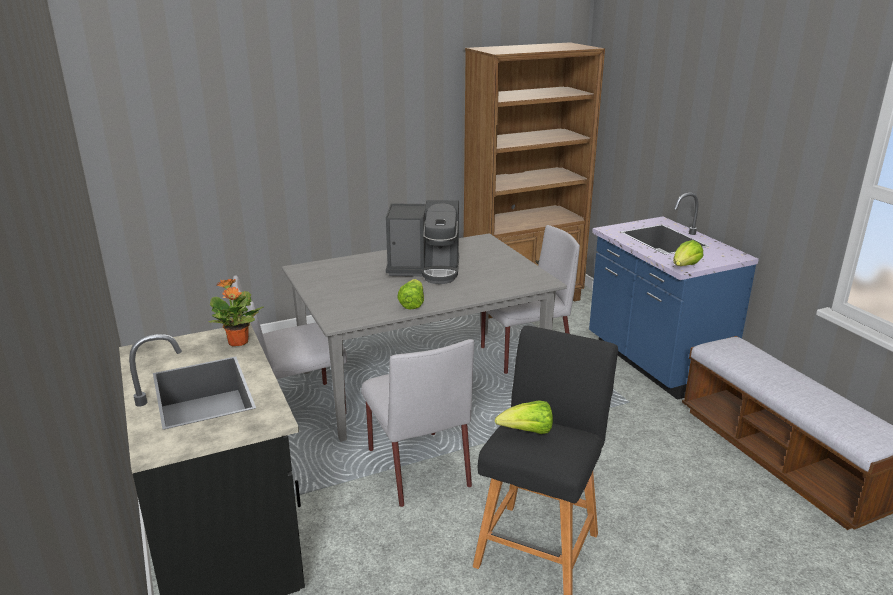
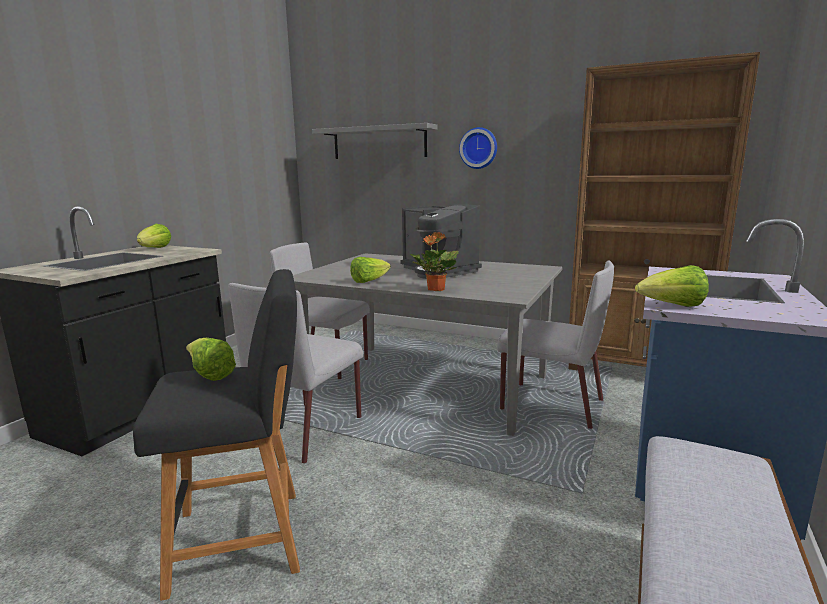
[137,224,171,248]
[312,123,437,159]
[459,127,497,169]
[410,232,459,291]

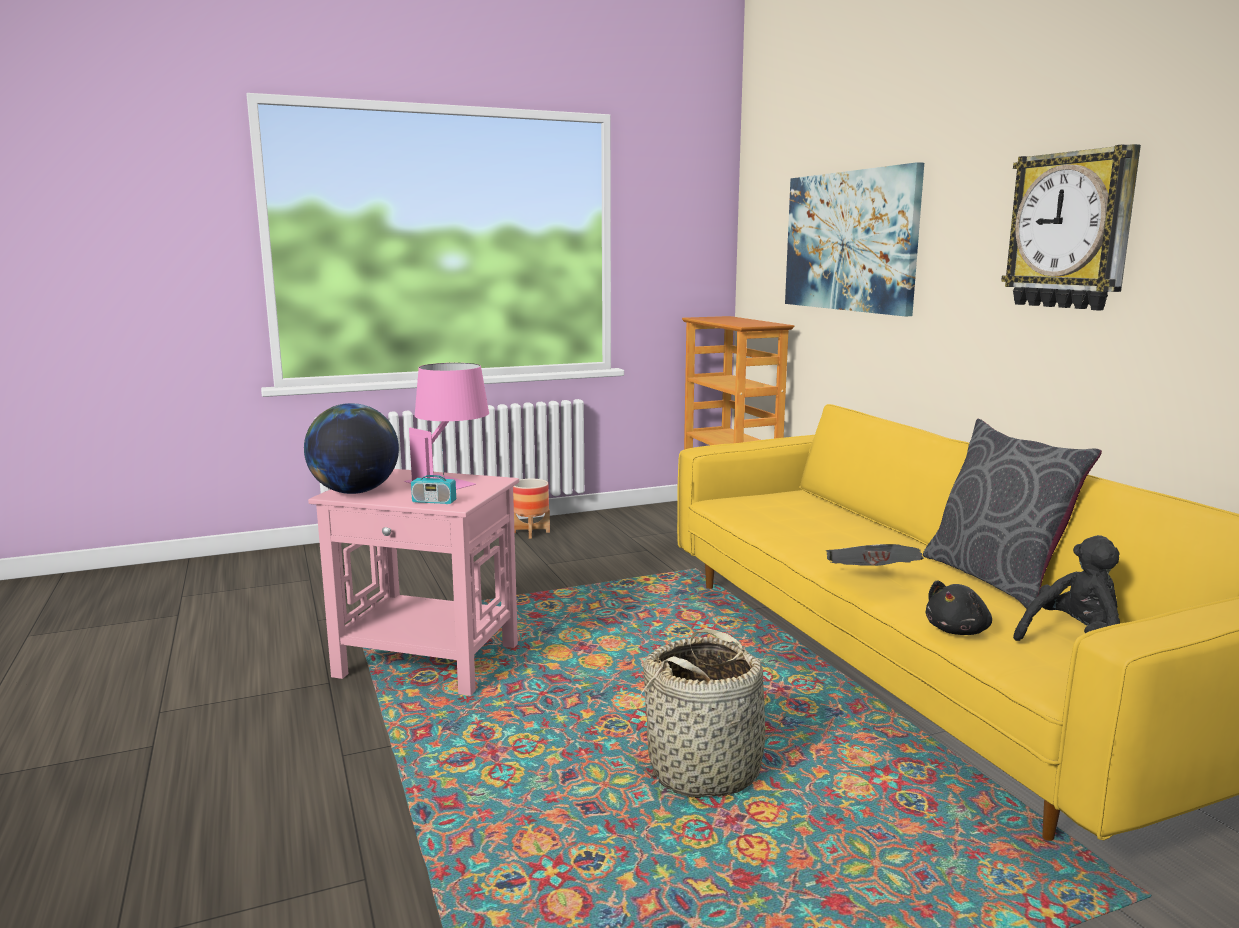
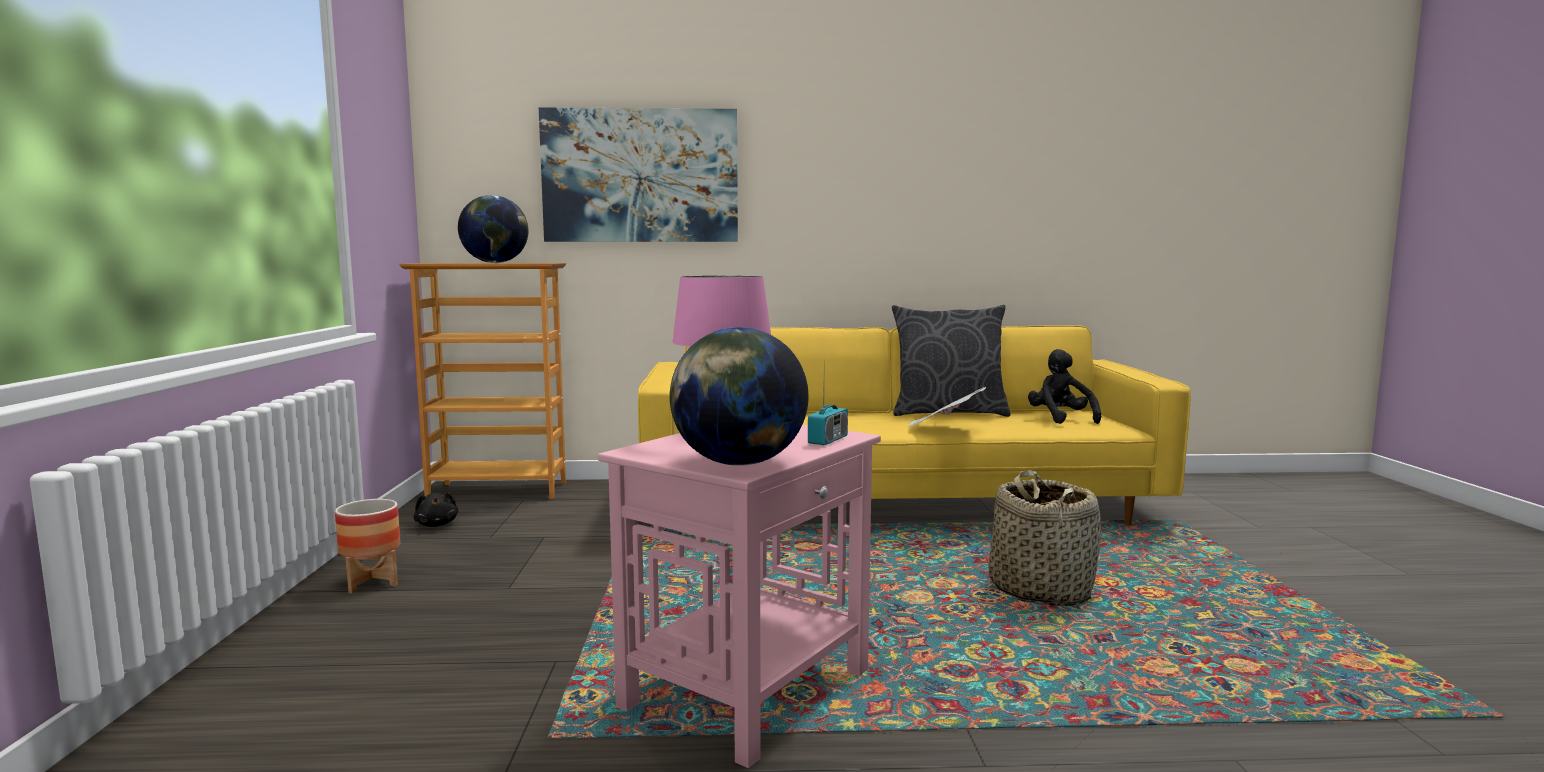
[1001,144,1141,311] (first image)
[458,195,528,263]
[414,492,458,527]

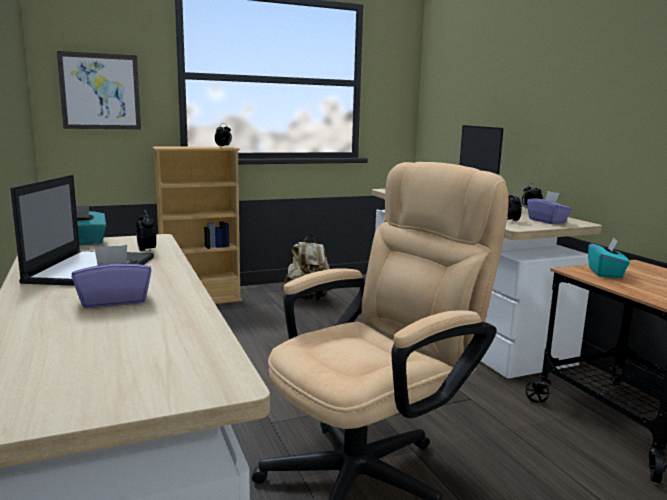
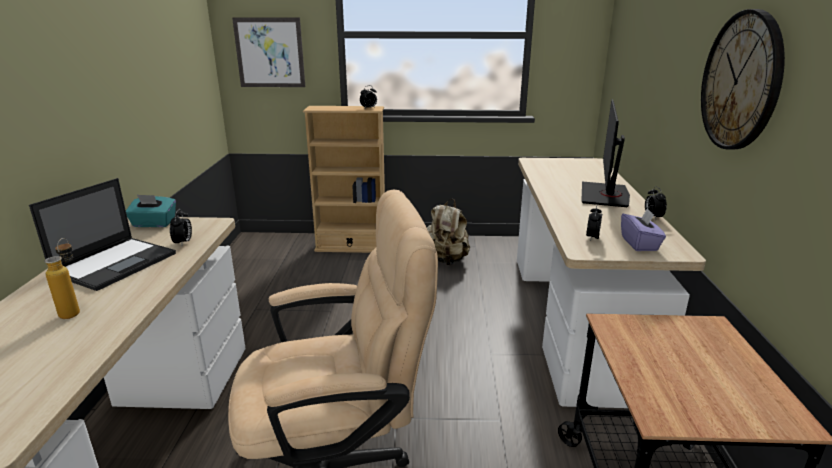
[588,238,630,278] (first image)
[701,9,785,150]
[44,238,80,319]

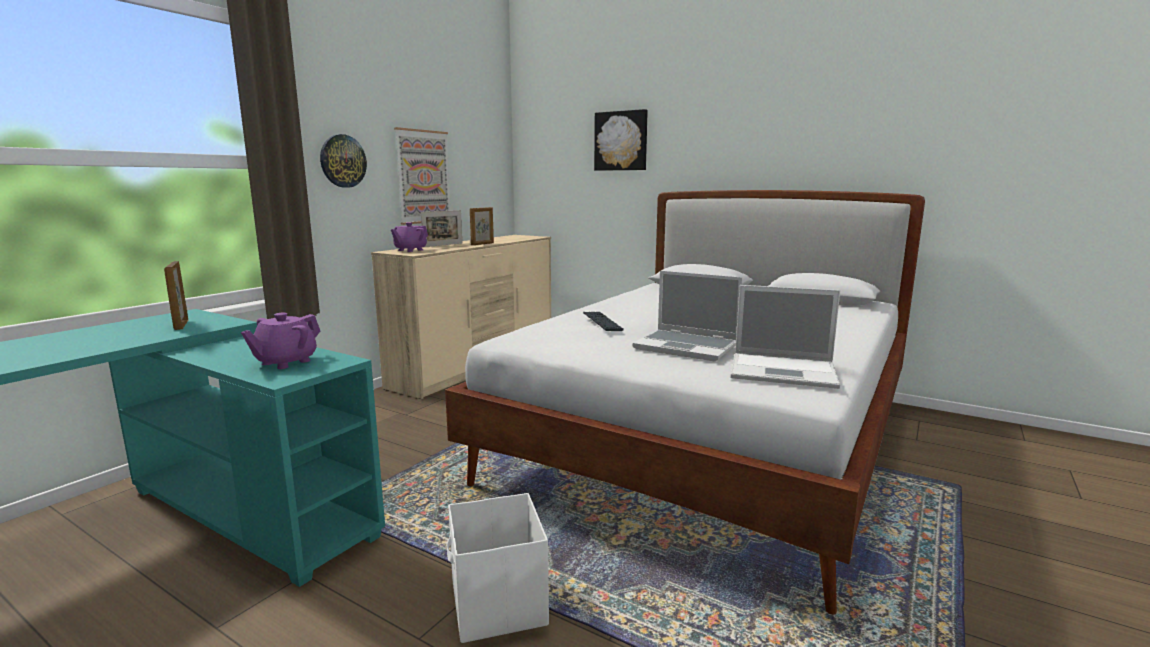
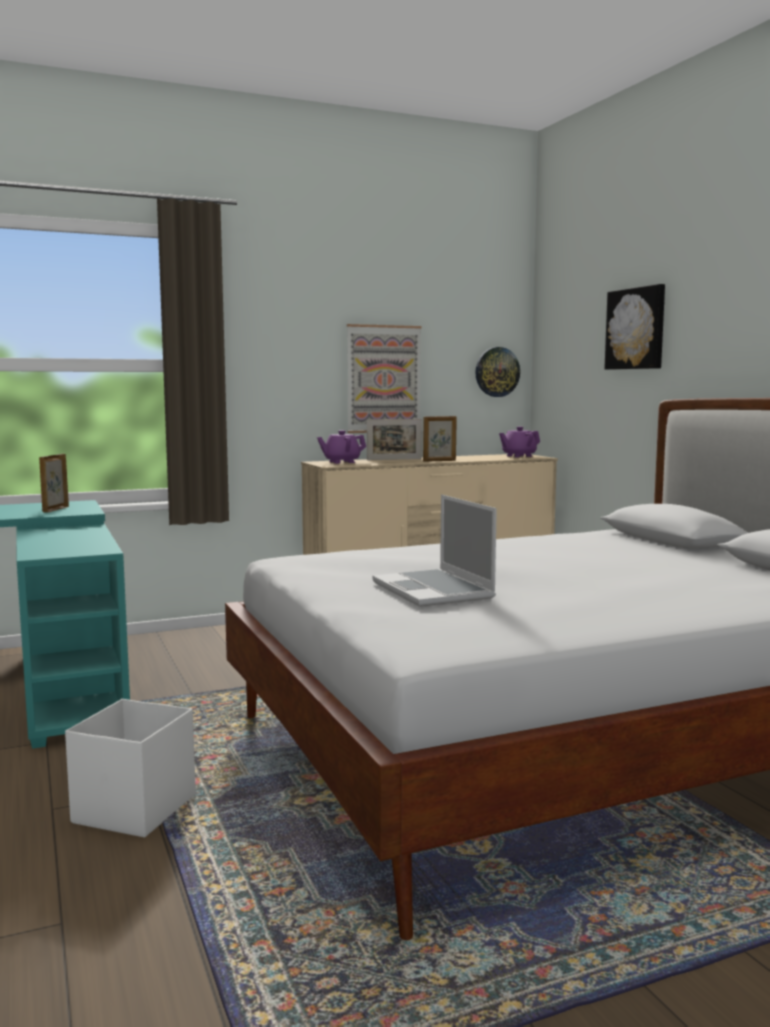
[583,312,624,331] (first image)
[731,285,840,389] (first image)
[499,427,540,457]
[475,347,520,397]

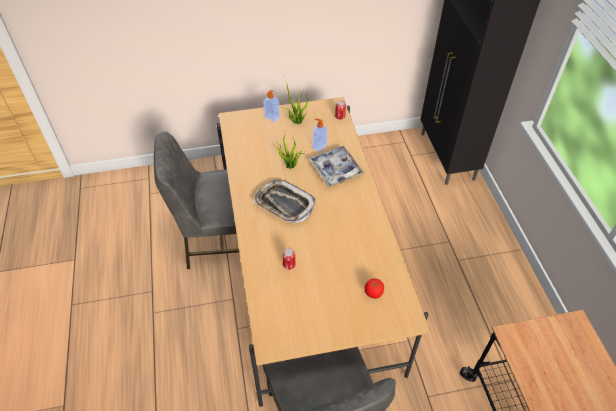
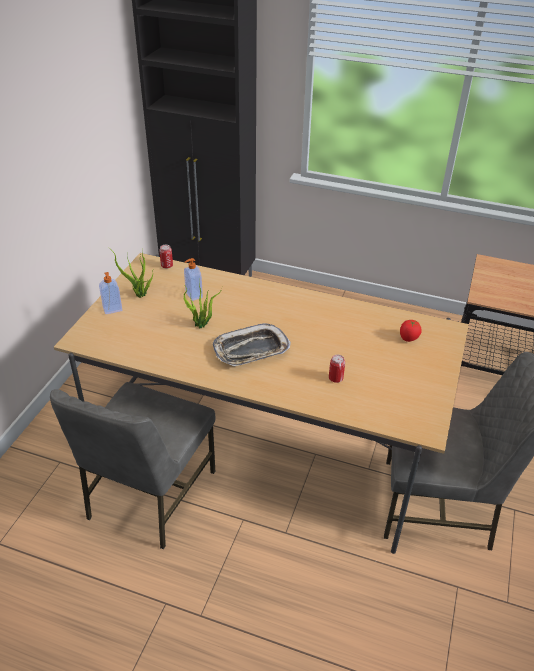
[308,146,364,187] (first image)

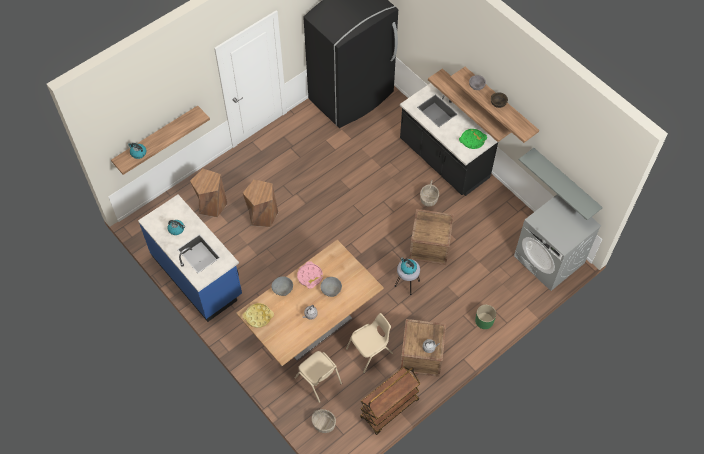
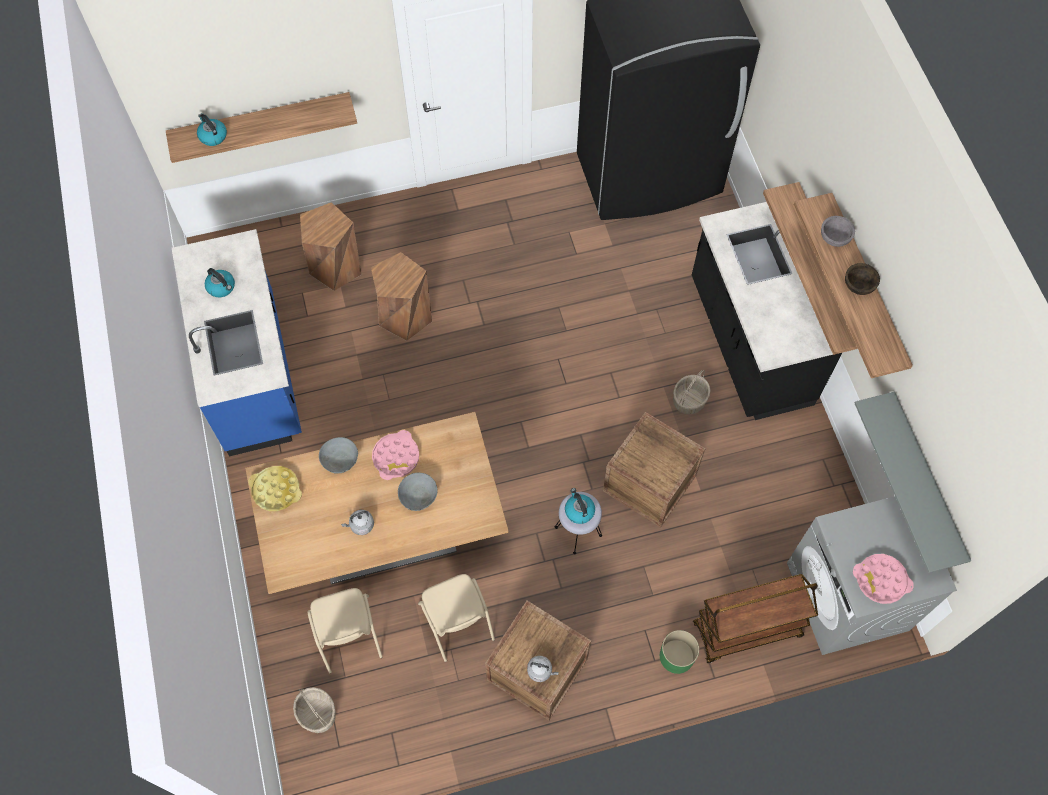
[459,129,487,149] (first image)
[853,554,914,604]
[693,574,818,663]
[418,574,495,662]

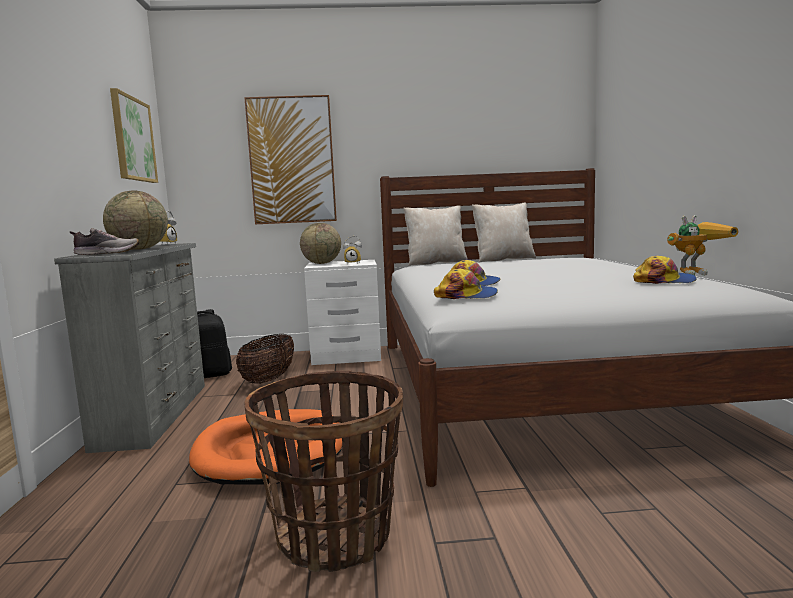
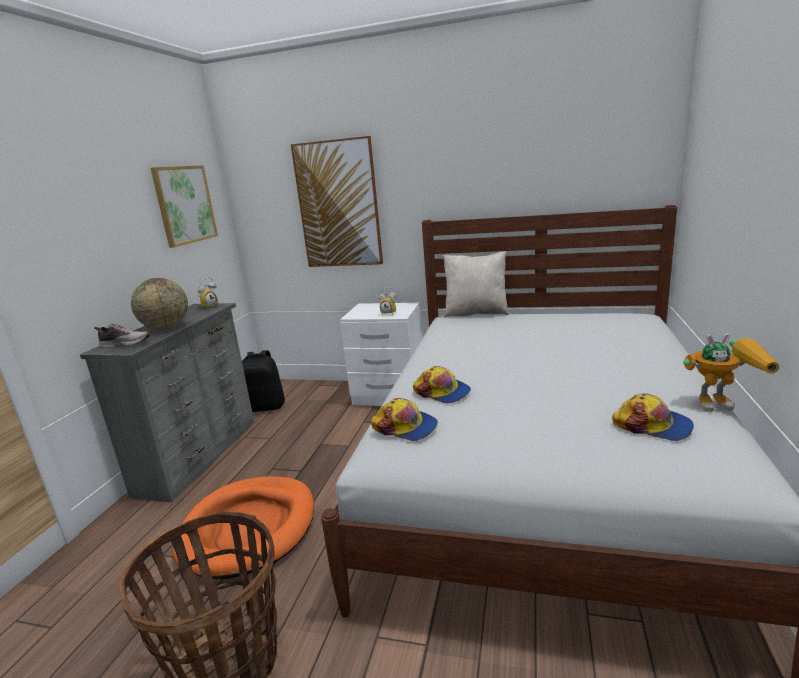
[236,334,294,384] (first image)
[300,223,341,264] (first image)
[472,203,536,262] (first image)

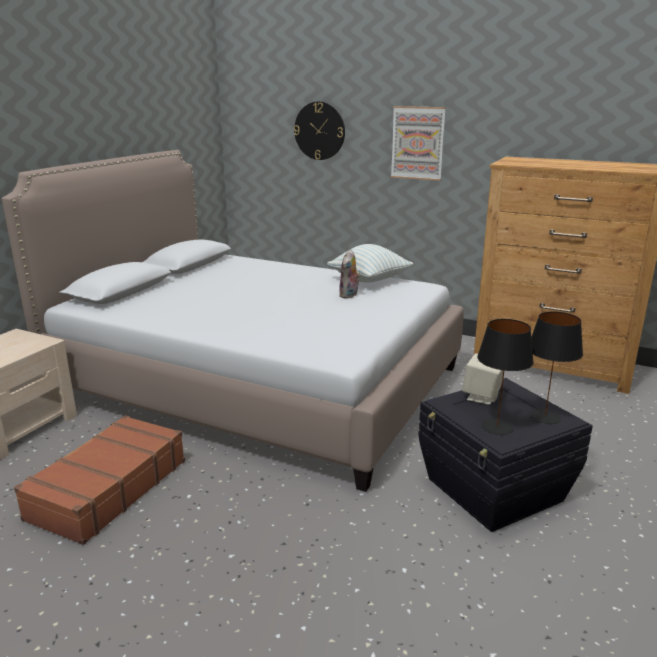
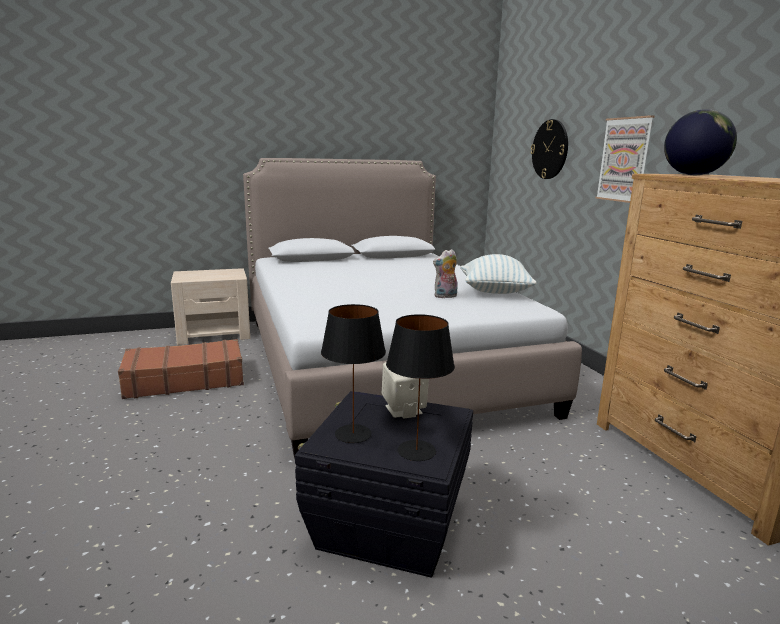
[664,109,737,175]

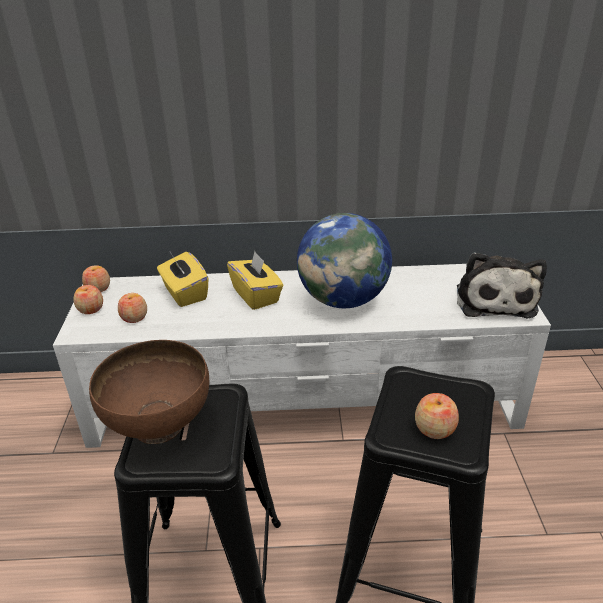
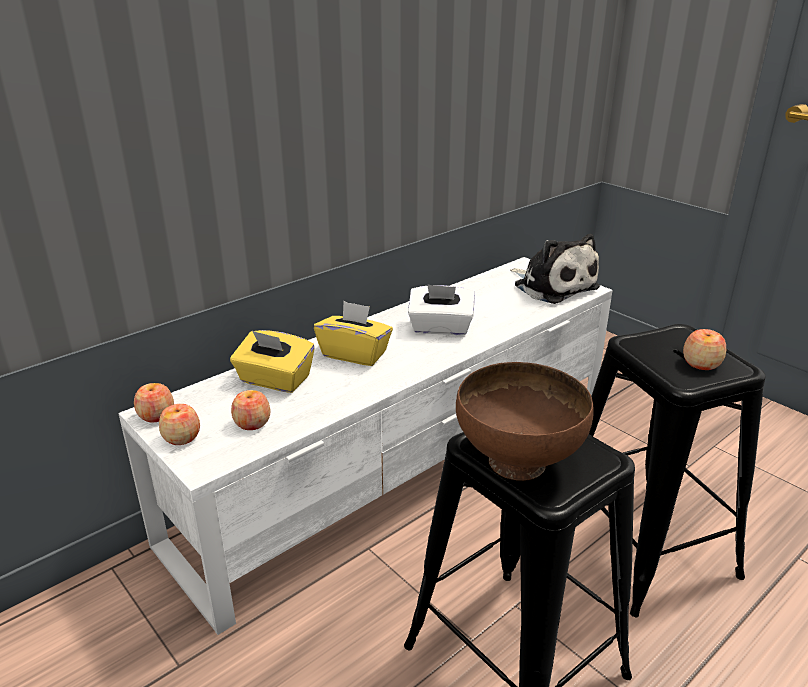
[408,284,475,335]

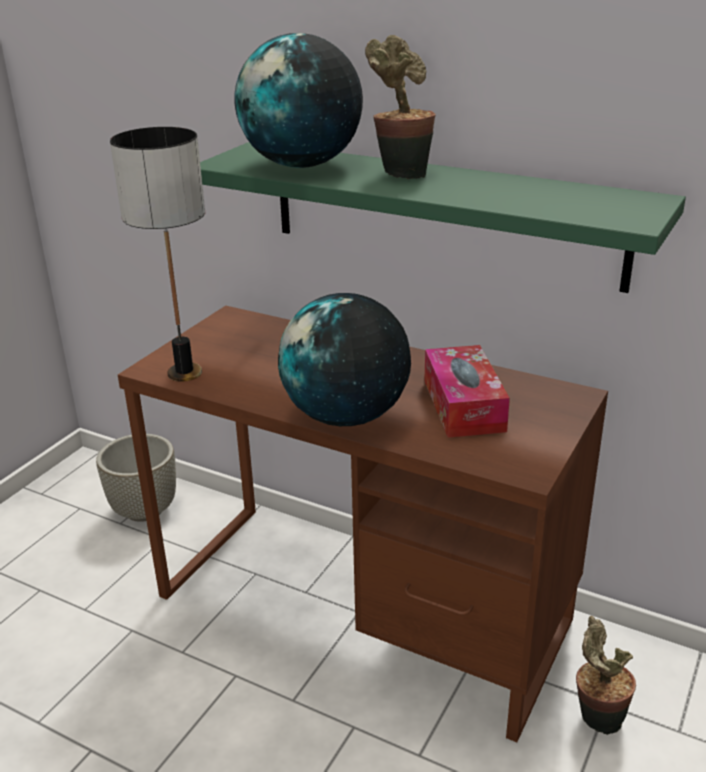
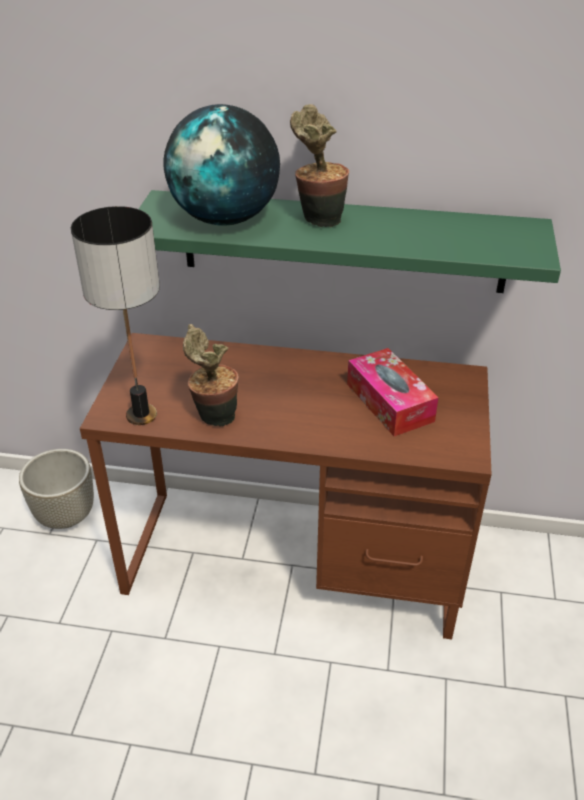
[278,293,411,426] (first image)
[183,324,239,427]

